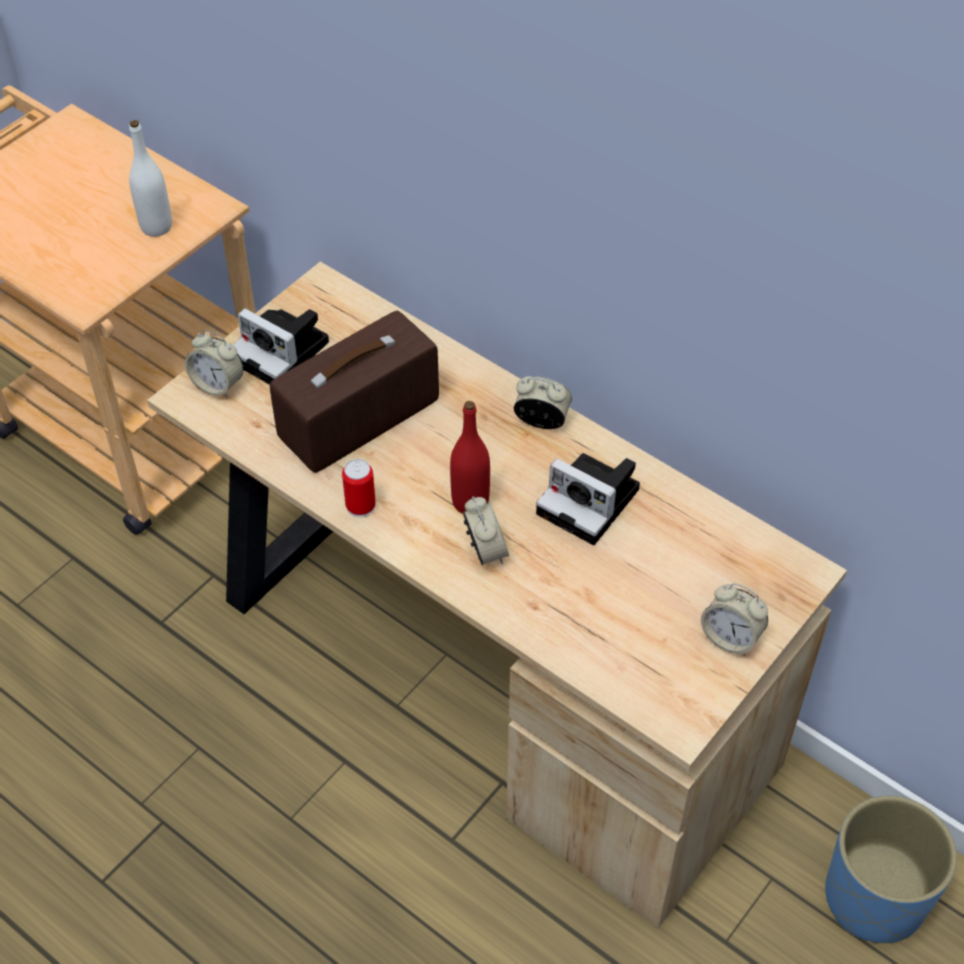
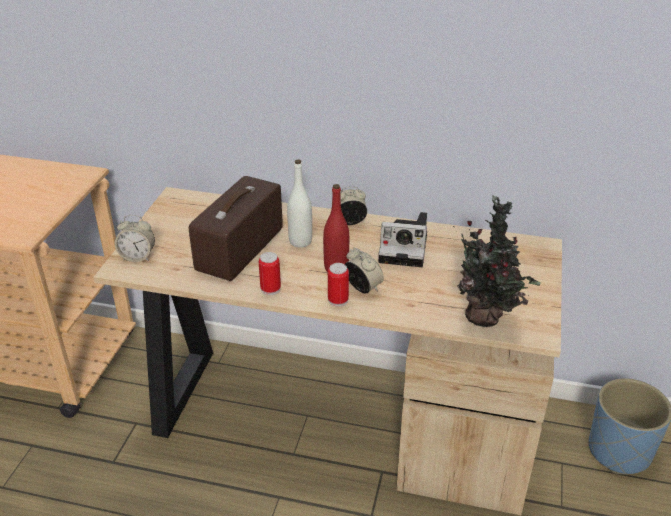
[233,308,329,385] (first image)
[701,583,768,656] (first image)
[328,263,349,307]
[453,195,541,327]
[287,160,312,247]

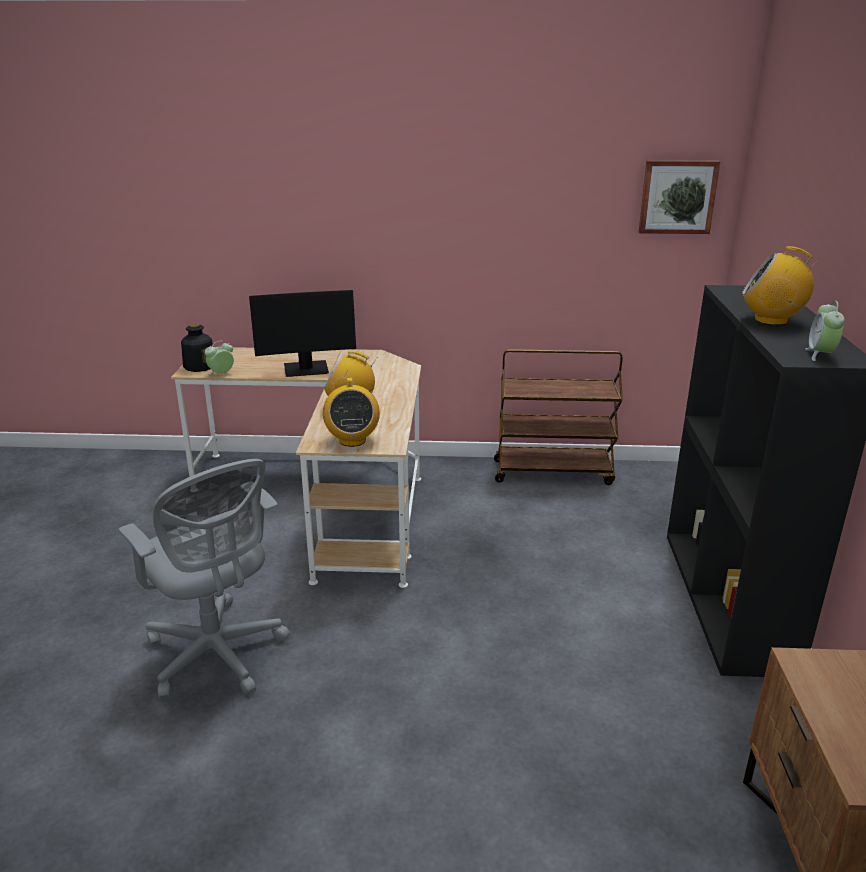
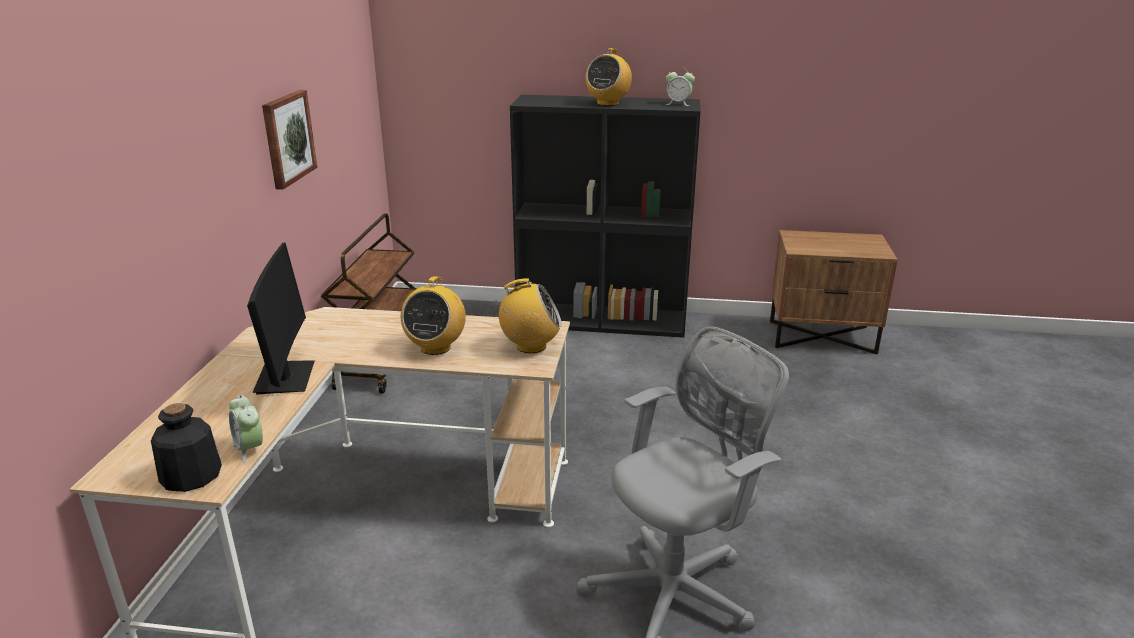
[262,90,317,190]

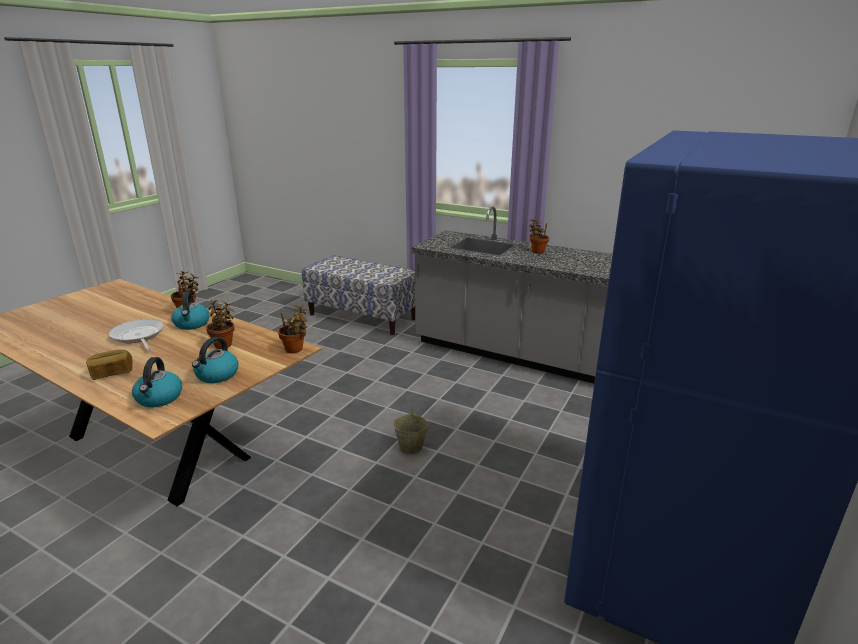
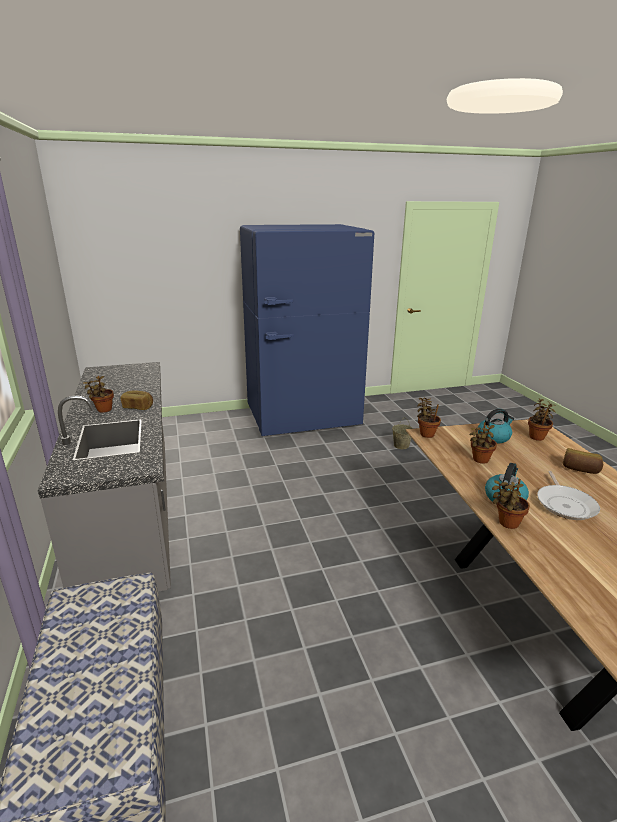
[120,390,153,410]
[392,418,413,449]
[528,399,555,441]

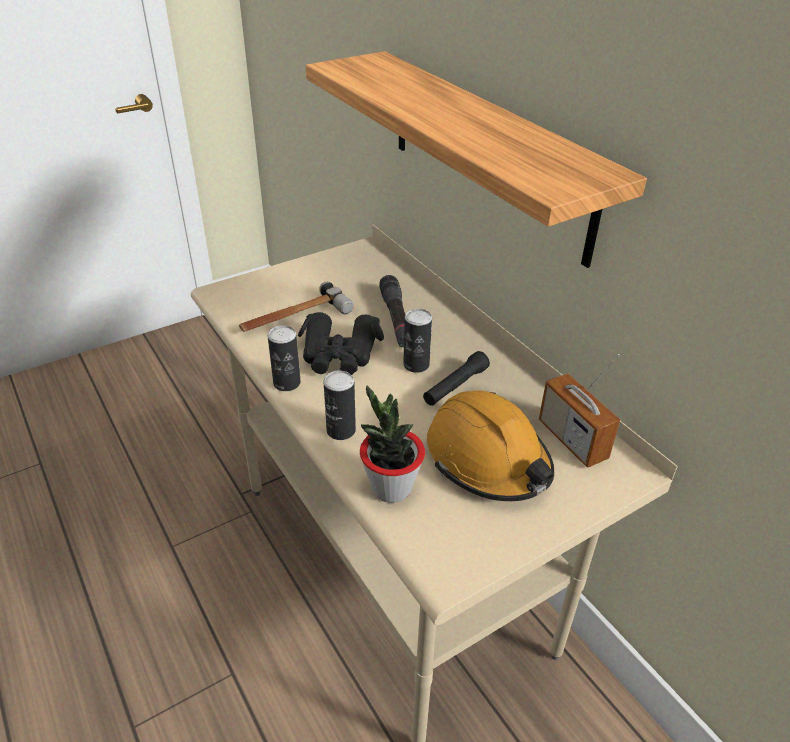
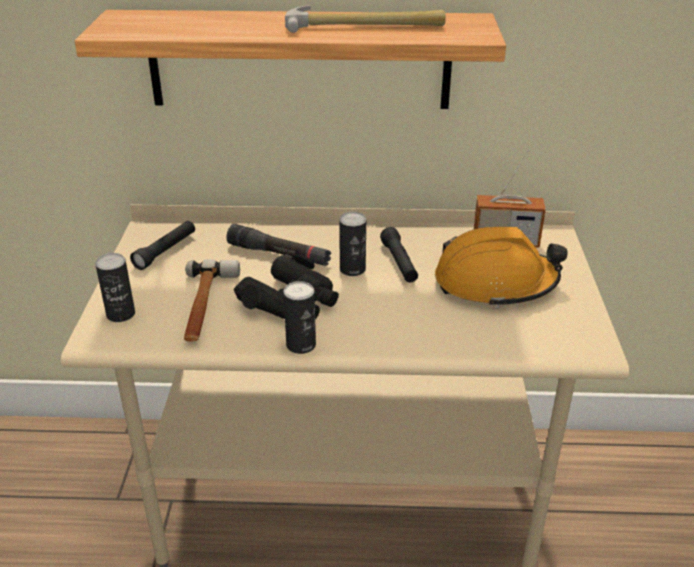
[360,385,425,503] (first image)
[130,221,195,270]
[285,5,446,33]
[95,253,135,322]

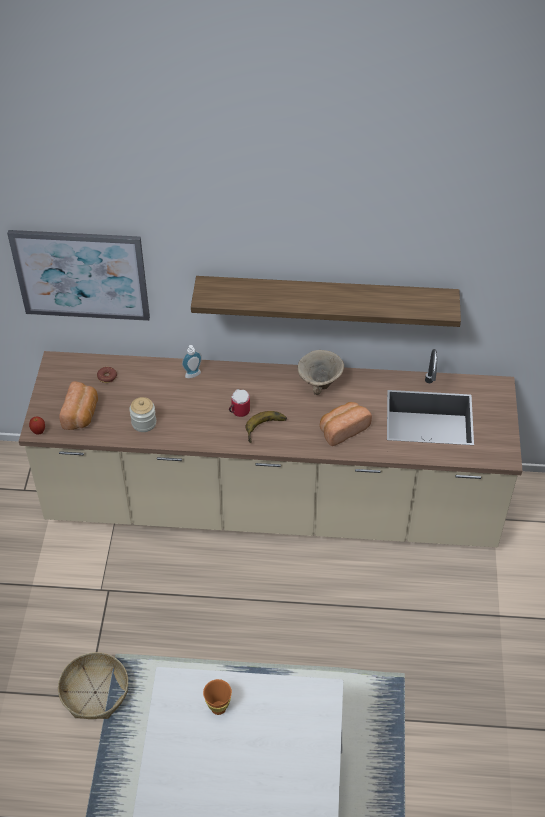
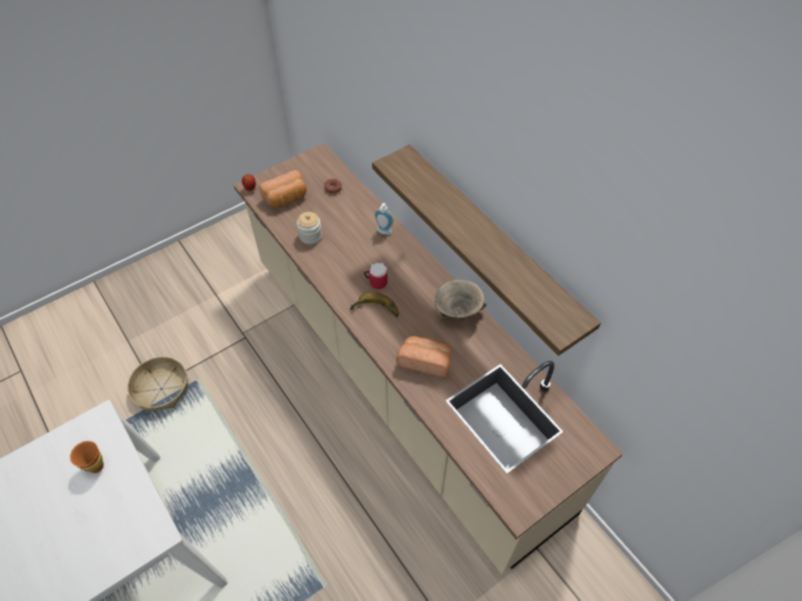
[7,230,150,321] (first image)

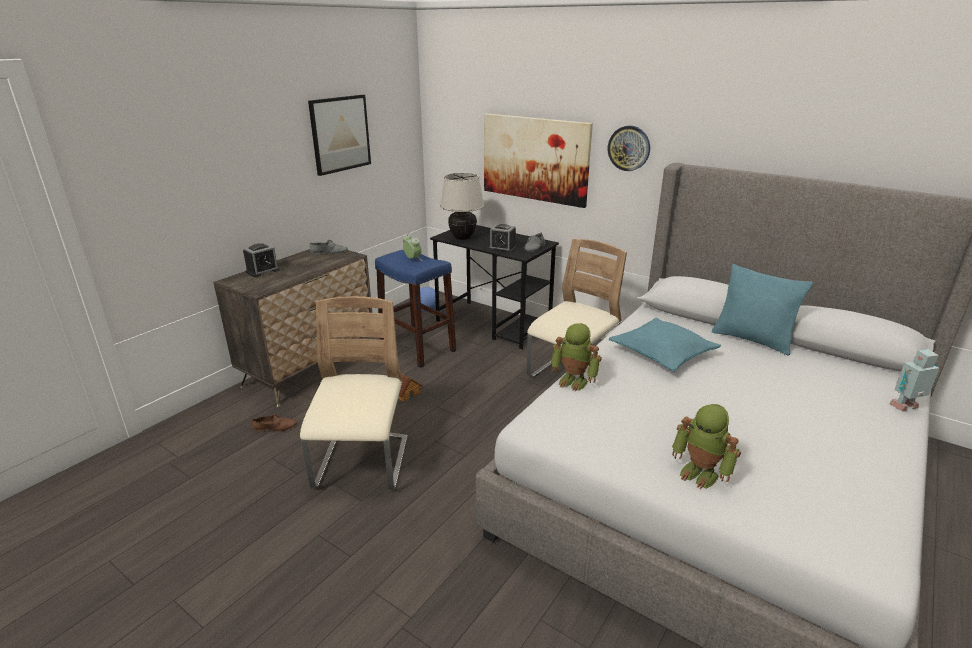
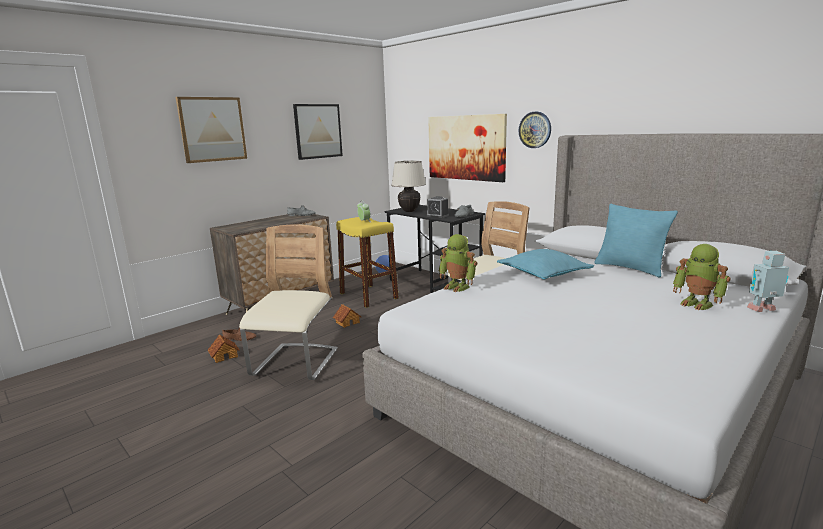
[243,243,280,277] (first image)
[176,97,247,163]
[208,334,240,363]
[673,244,731,310]
[336,217,399,308]

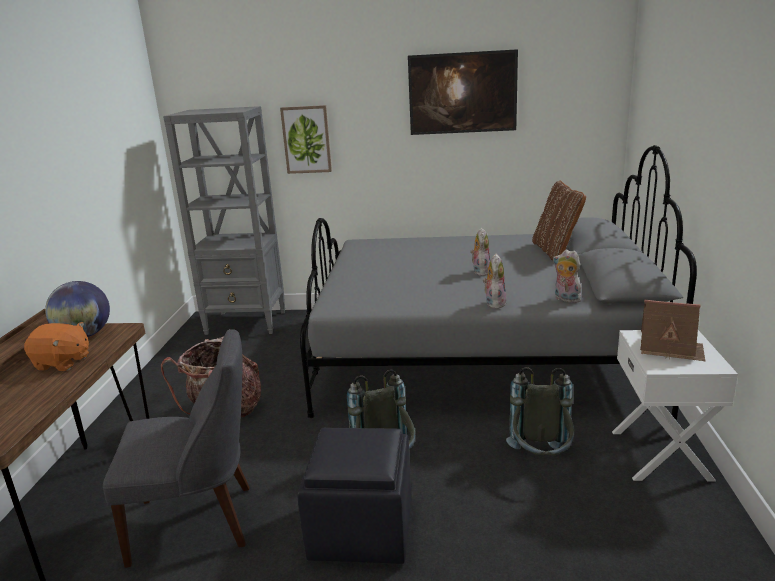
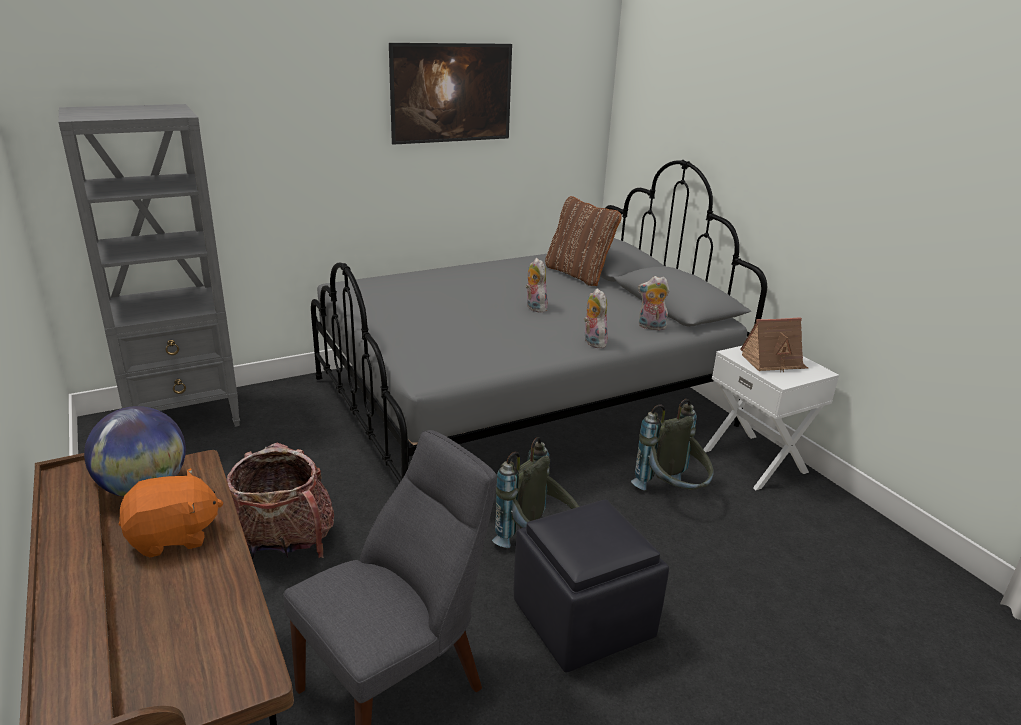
[280,105,332,174] (first image)

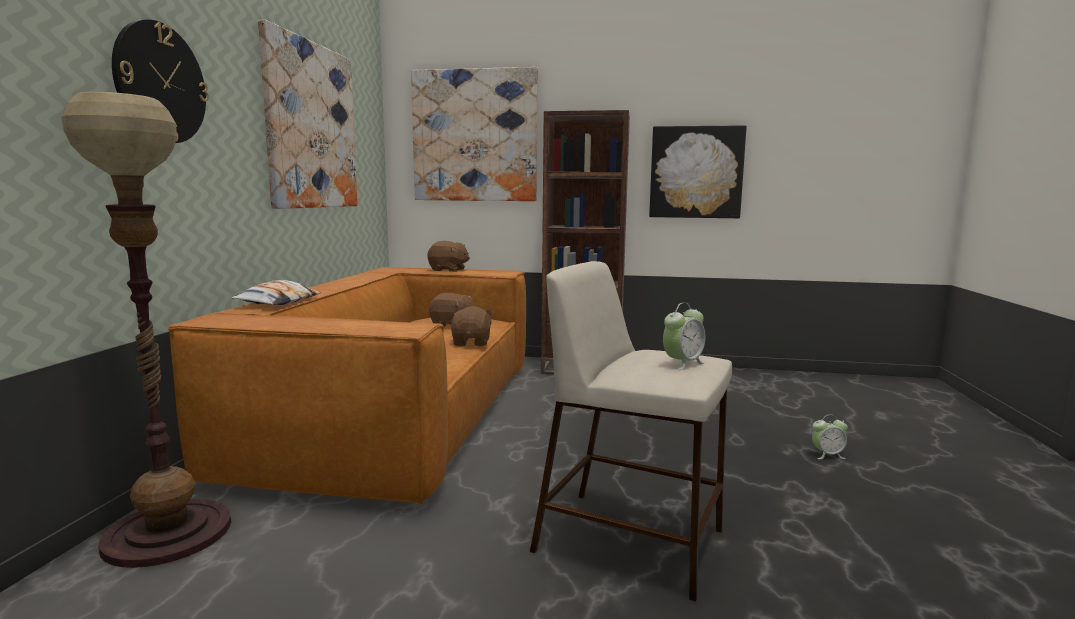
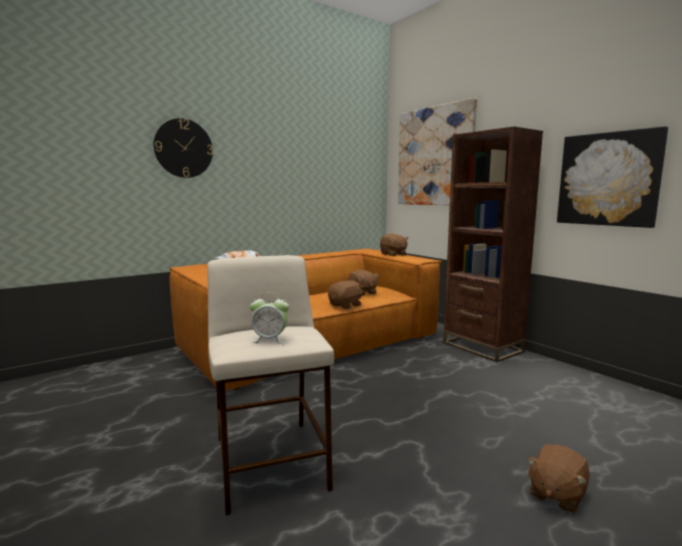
[61,92,232,568] (first image)
[258,19,358,209] (first image)
[527,444,590,513]

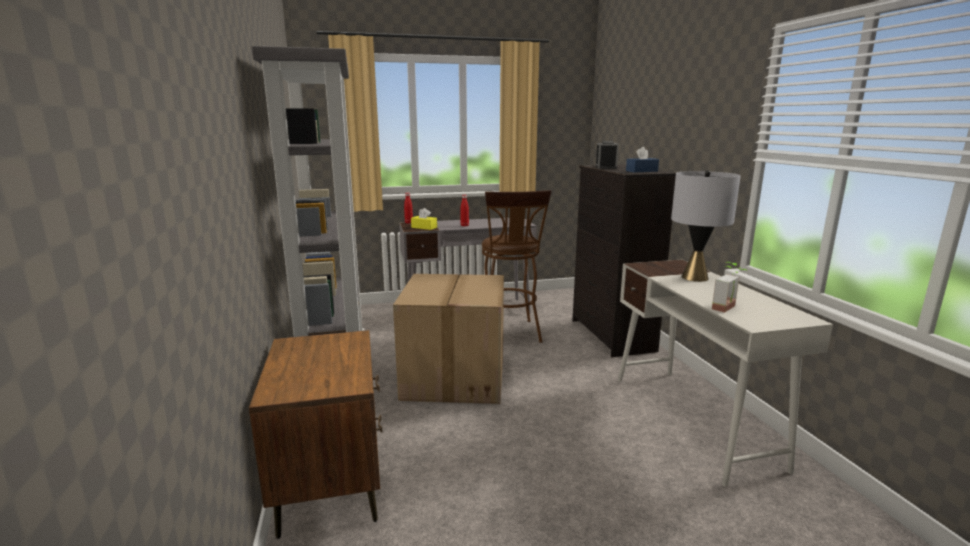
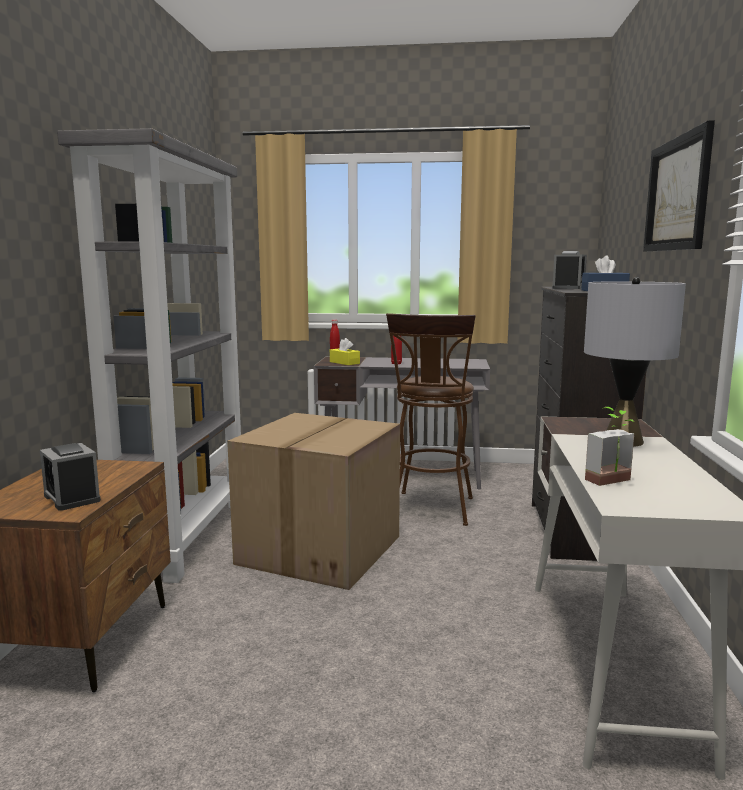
[40,443,101,511]
[643,120,715,252]

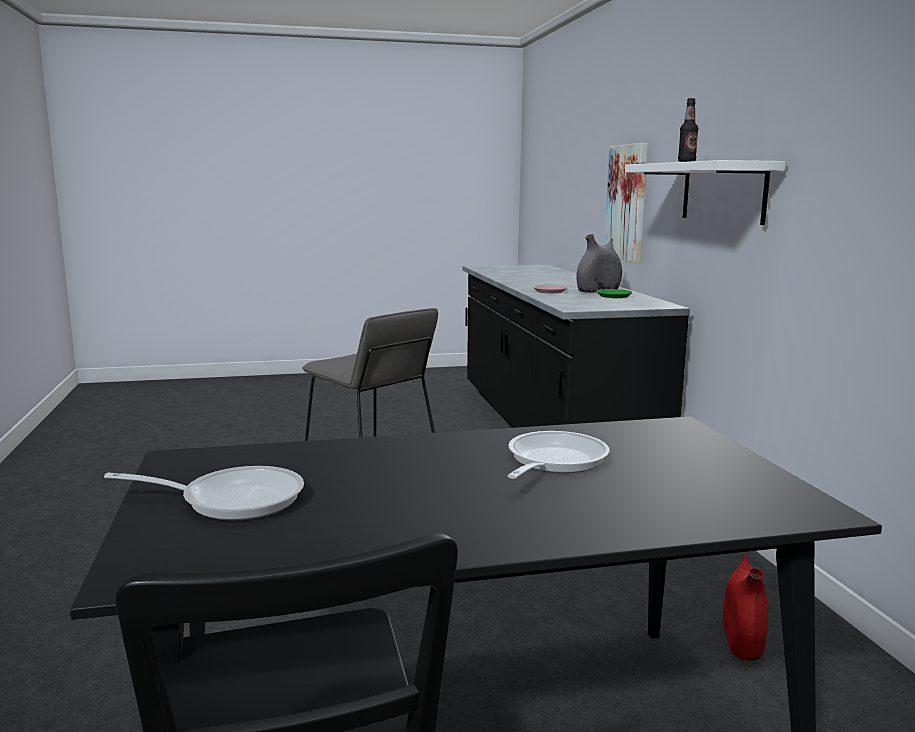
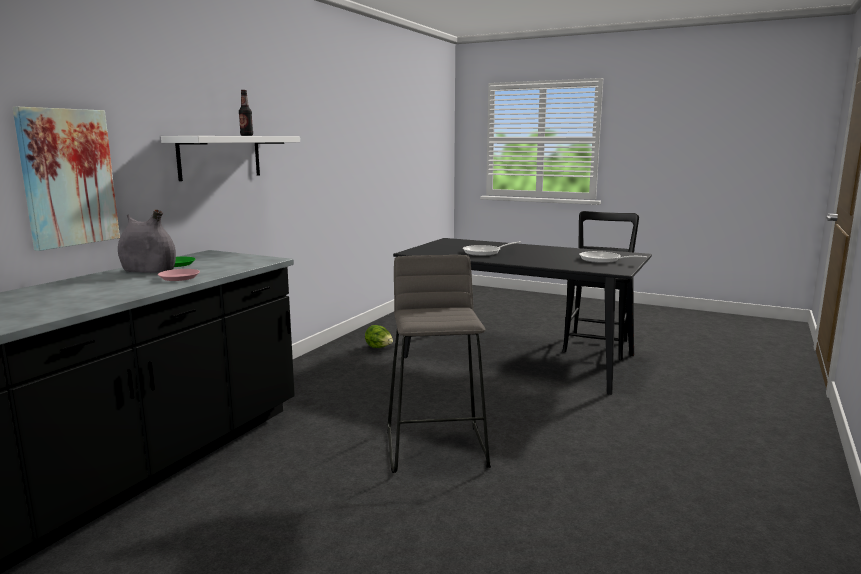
[365,325,393,348]

